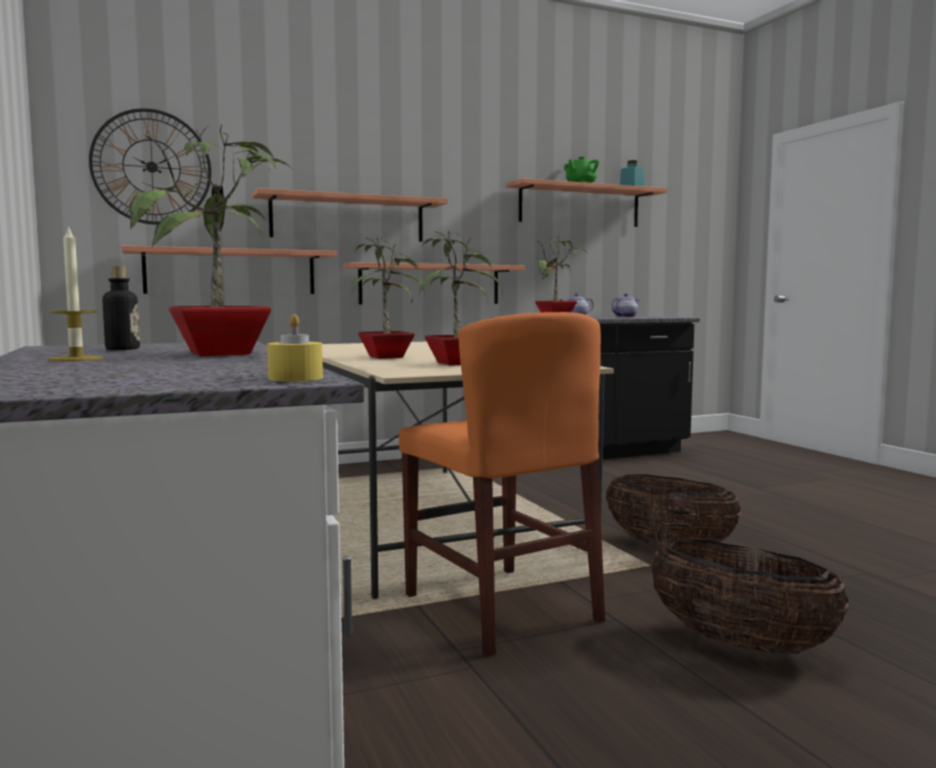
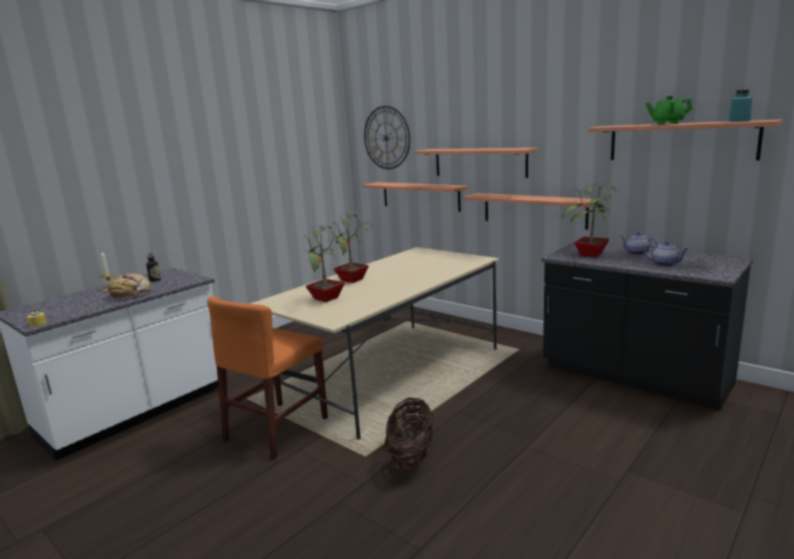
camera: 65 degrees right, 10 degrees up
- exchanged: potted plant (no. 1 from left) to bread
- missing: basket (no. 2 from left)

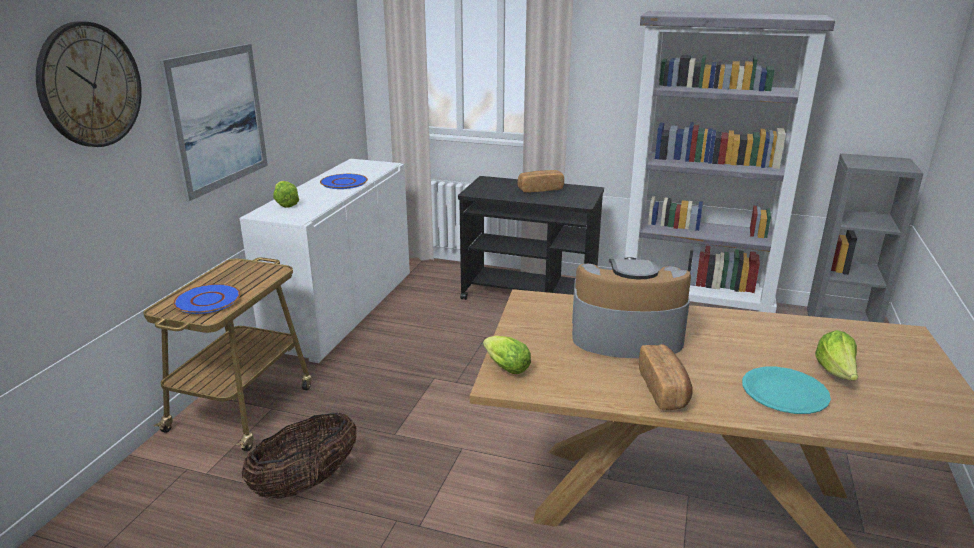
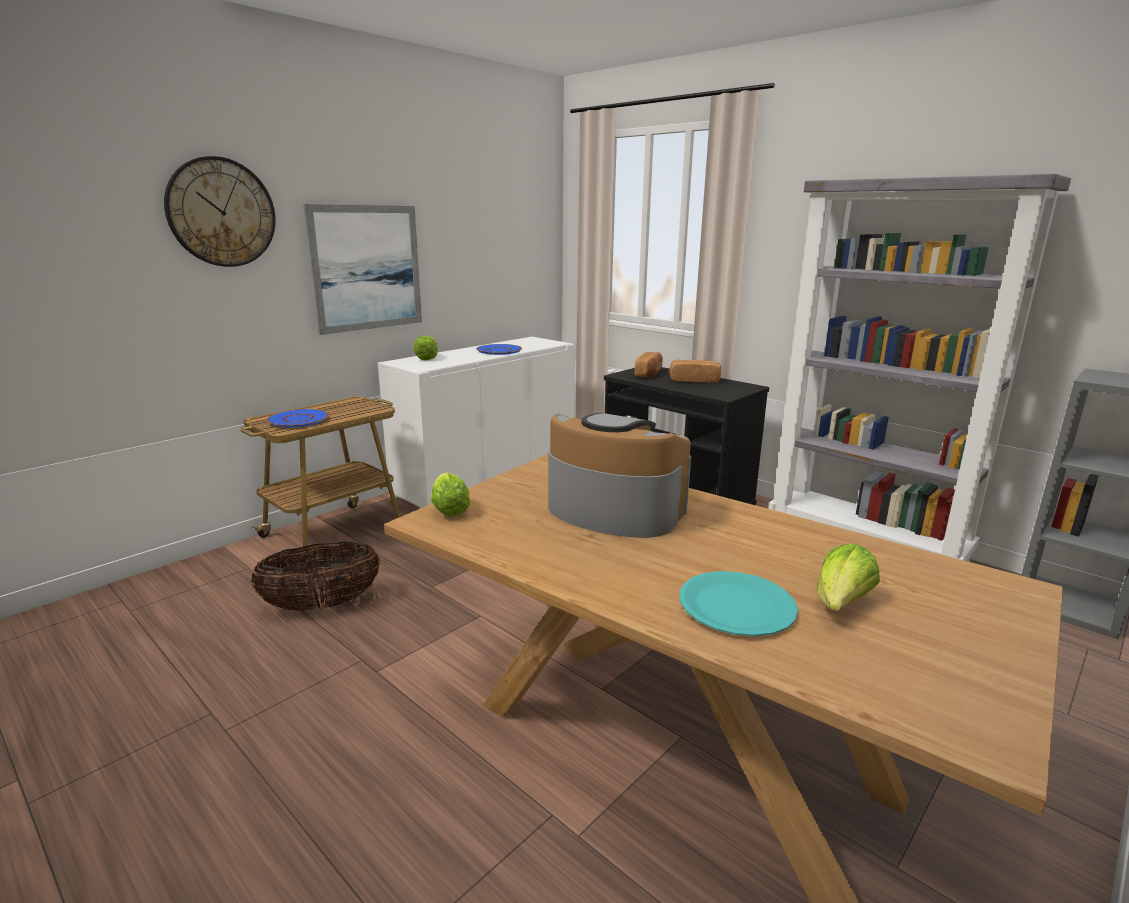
camera: 25 degrees right, 5 degrees down
- relocated: bread (no. 2 from left in the first image) to bread (no. 1 from left)

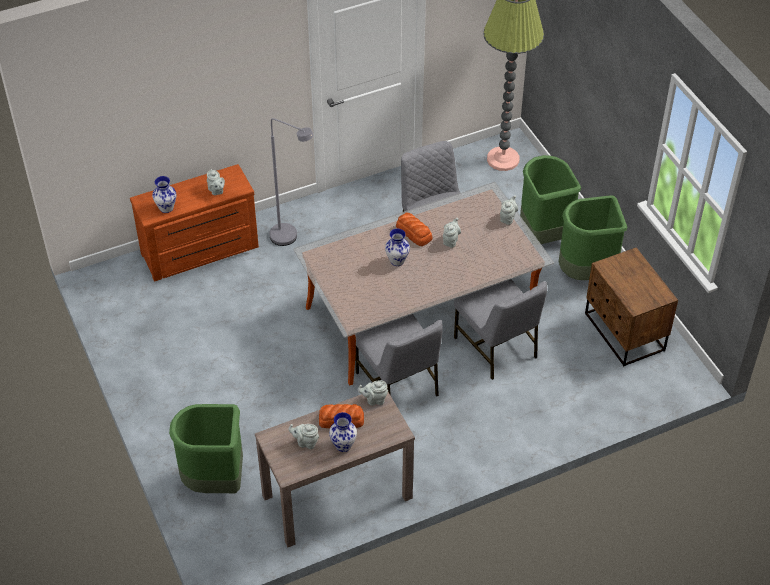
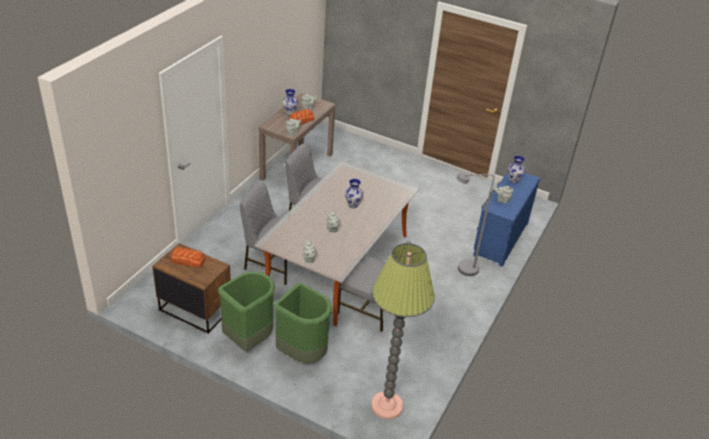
camera: 140 degrees right, 10 degrees down
- colour: dresser (brown) to dresser (blue)
- relocated: bread (no. 2 from left in the first image) to bread (no. 1 from left)
- missing: trash can (green) (no. 1 from left)

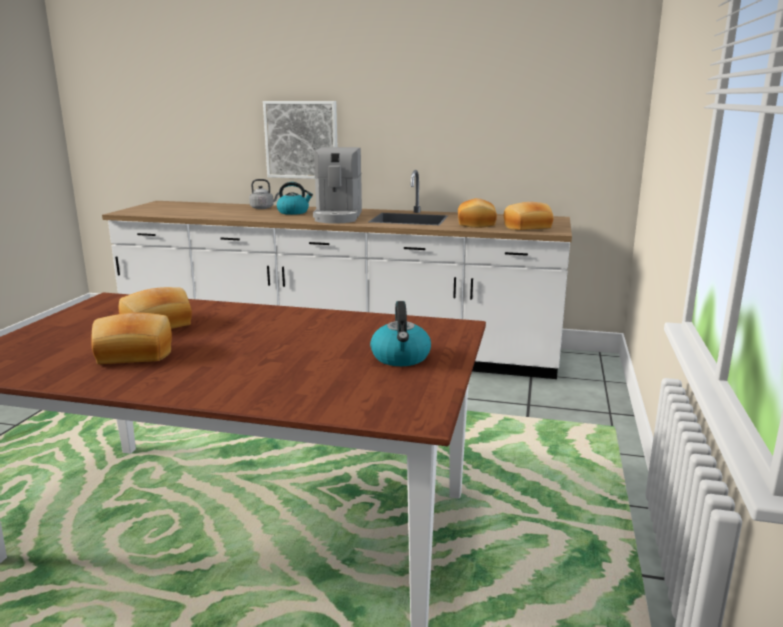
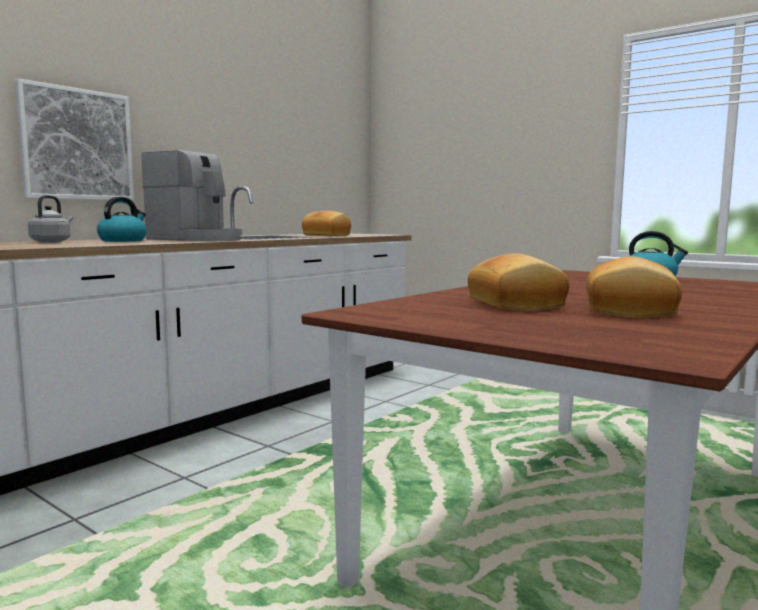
camera: 65 degrees left, 10 degrees down
- missing: bread (no. 4 from left)

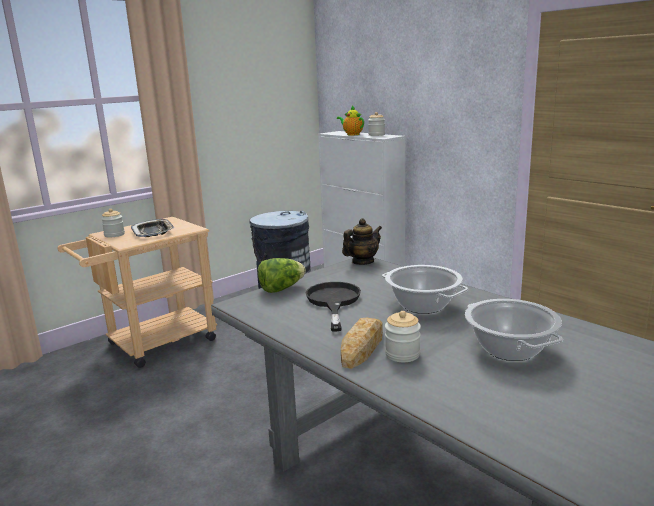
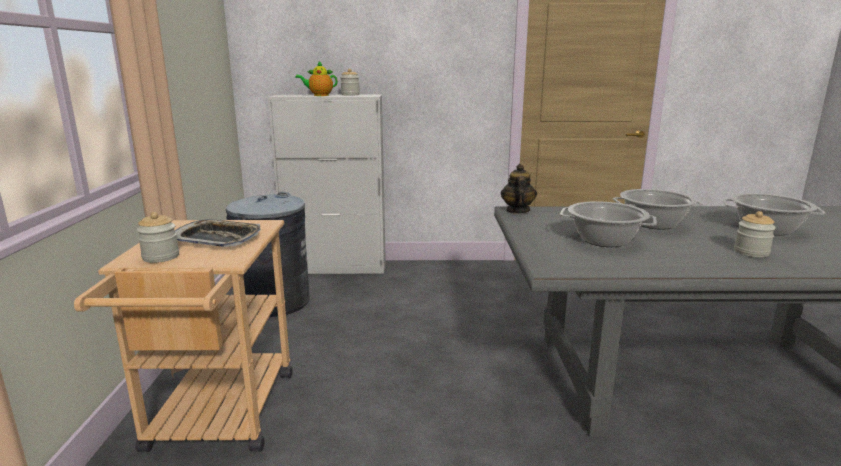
camera: 50 degrees left, 0 degrees up
- missing: lettuce
- exchanged: frying pan (black) to cooking pot (no. 1 from left)
- missing: bread

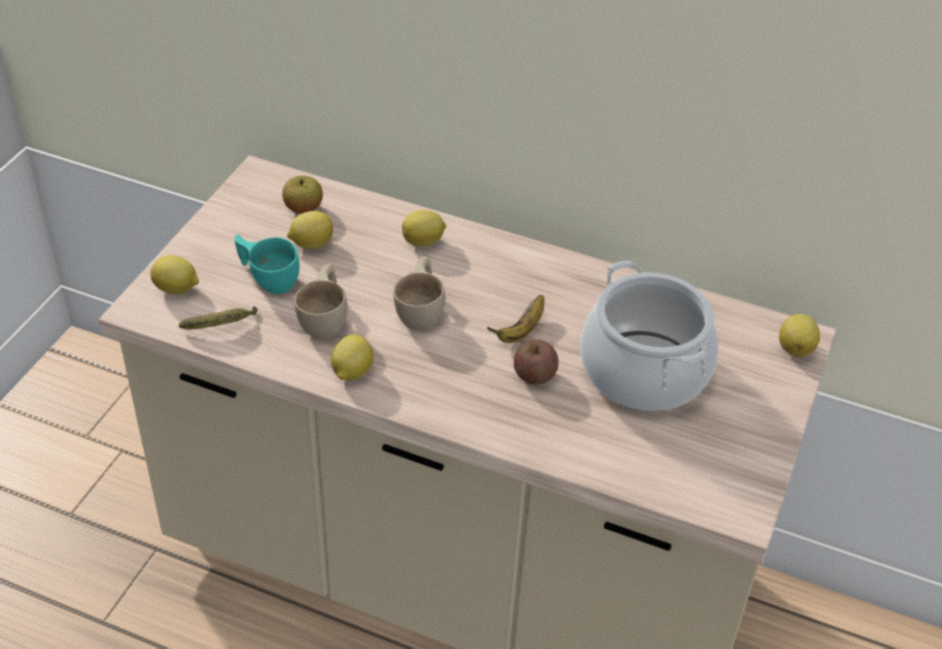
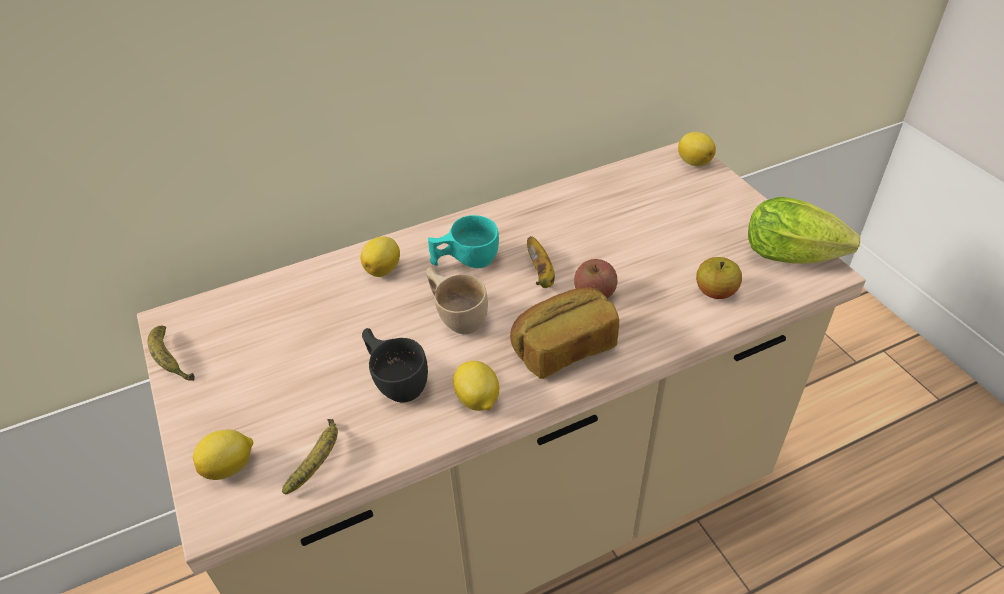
camera: 45 degrees left, 0 degrees up
- relocated: apple (no. 1 from left in the first image) to apple (no. 2 from left)
- missing: lemon (no. 2 from left)
- relocated: cup (turquoise)
- missing: cooking pot
- colour: cup (beige) (no. 1 from left) to cup (black)
- appeared: lettuce
- appeared: bread
- appeared: banana (no. 1 from left)

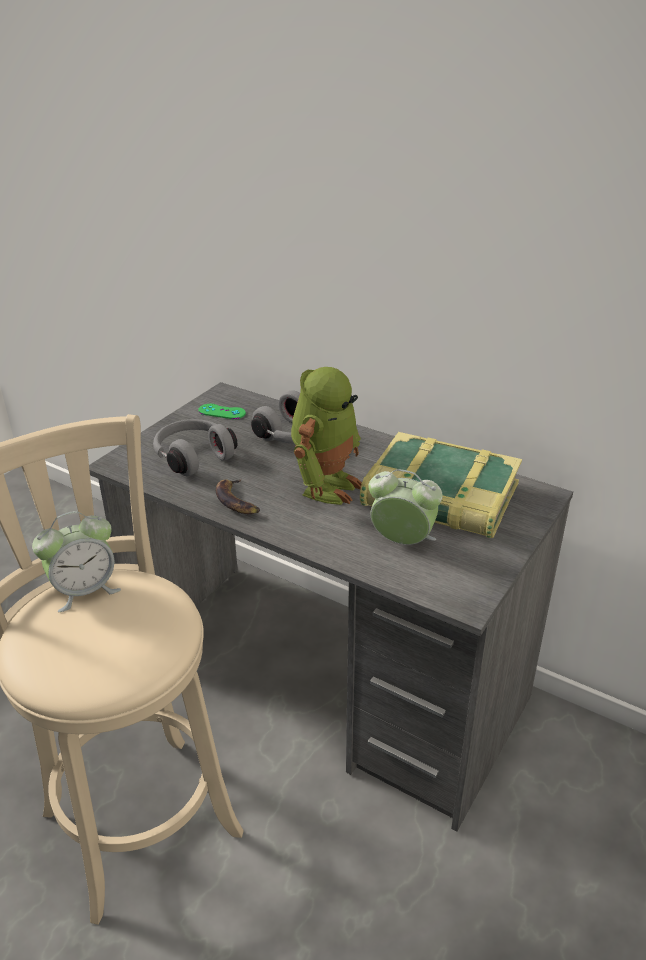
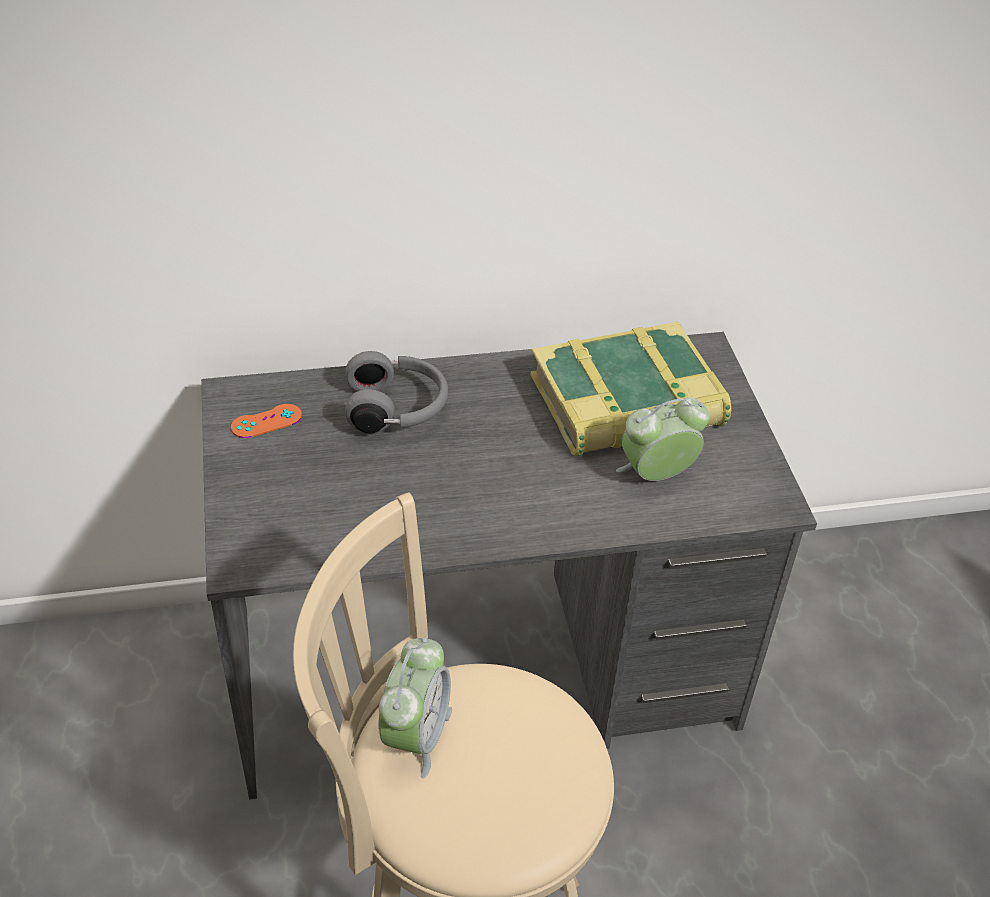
camera: 45 degrees left, 10 degrees up
- missing: toy robot
- colour: game controller (green) to game controller (orange)
- missing: headphones (grey) (no. 1 from left)
- missing: banana

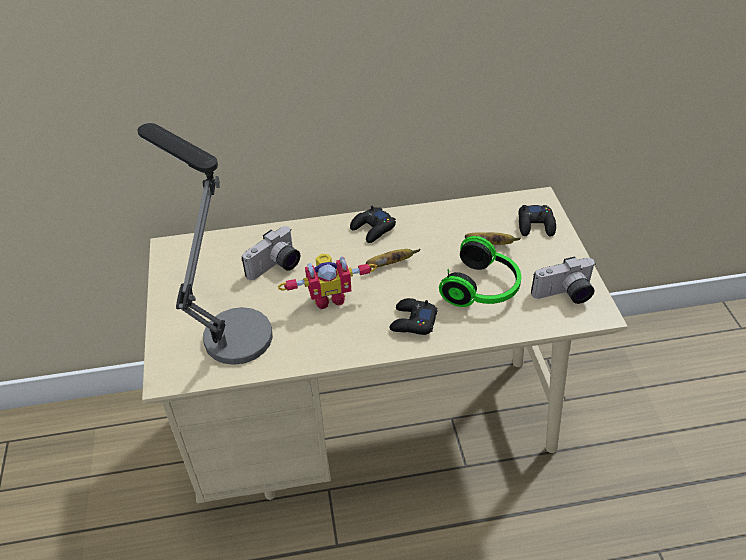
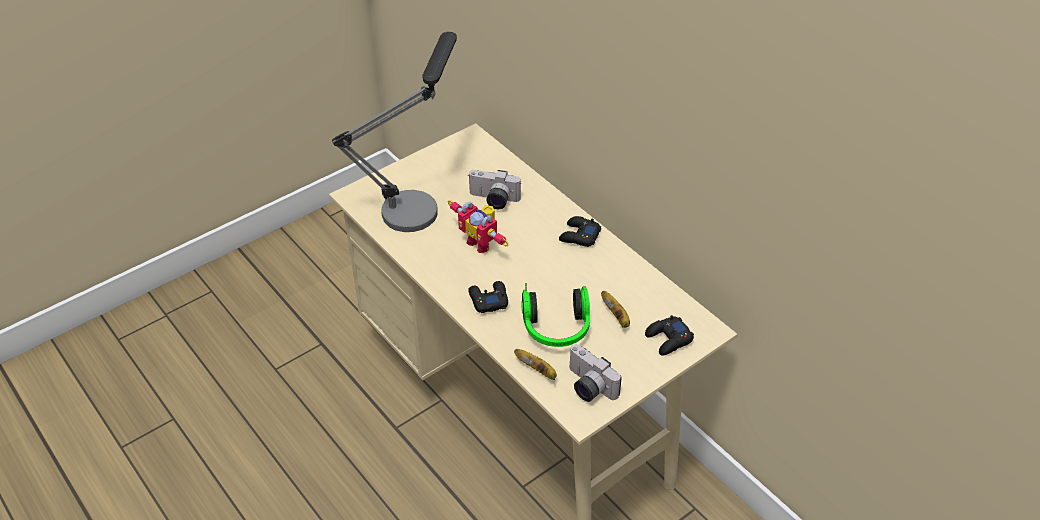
camera: 60 degrees right, 0 degrees up
- relocated: banana (no. 1 from left)

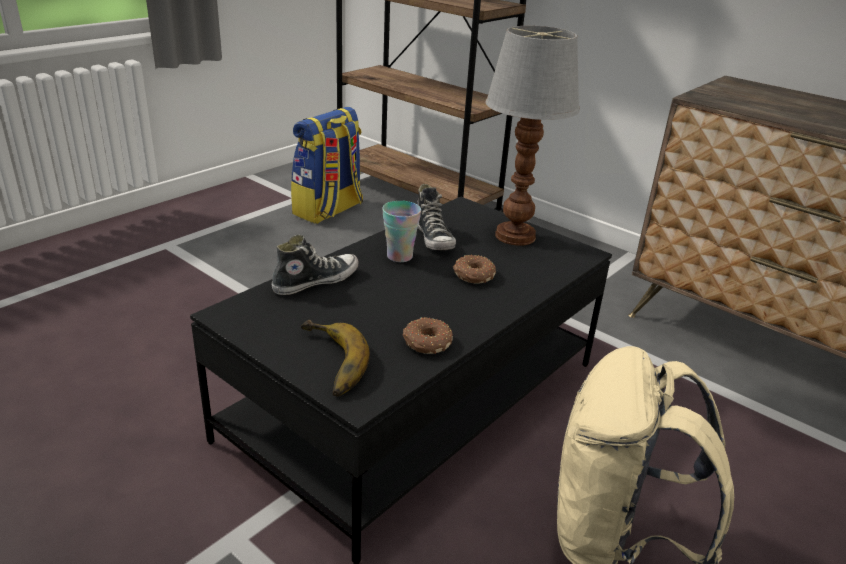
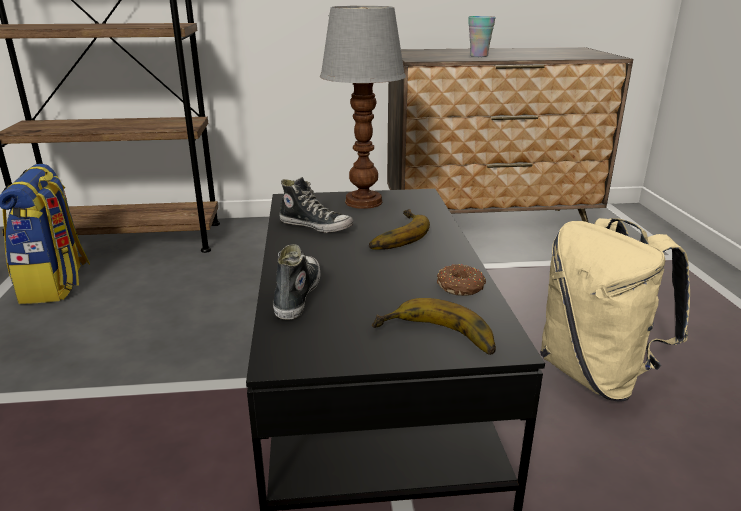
camera: 45 degrees left, 5 degrees down
- relocated: cup
- exchanged: donut (no. 2 from left) to banana (no. 1 from left)

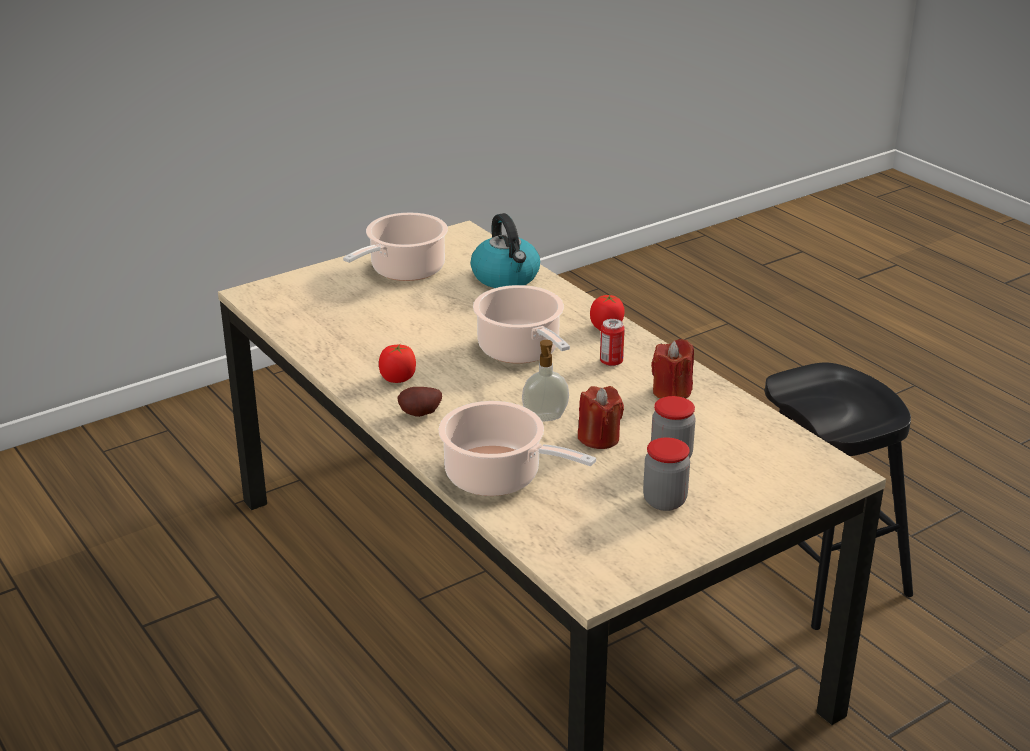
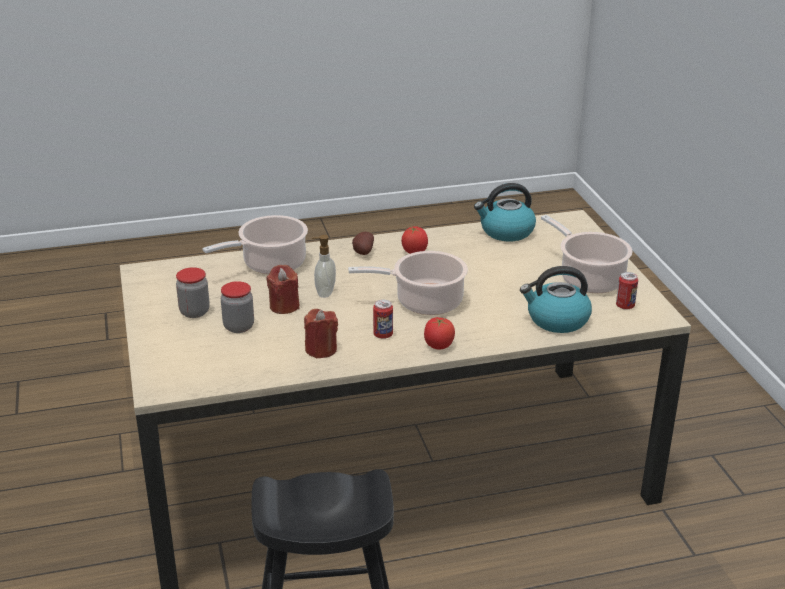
camera: 110 degrees right, 0 degrees up
- appeared: kettle (no. 1 from left)
- appeared: can (no. 2 from left)

